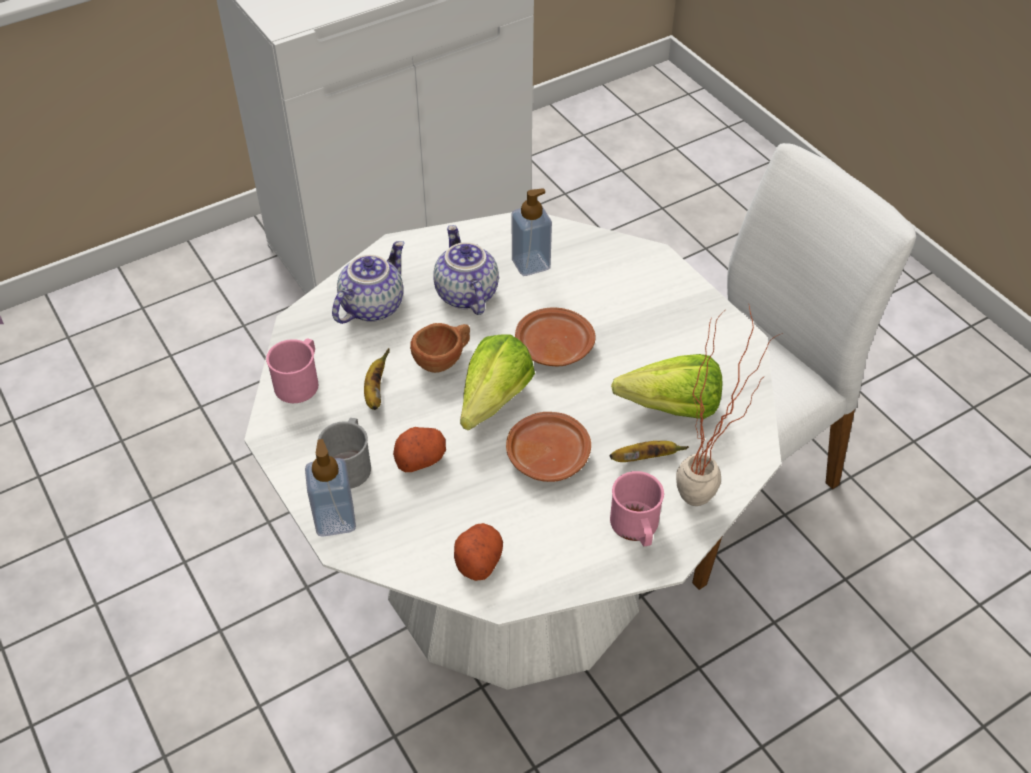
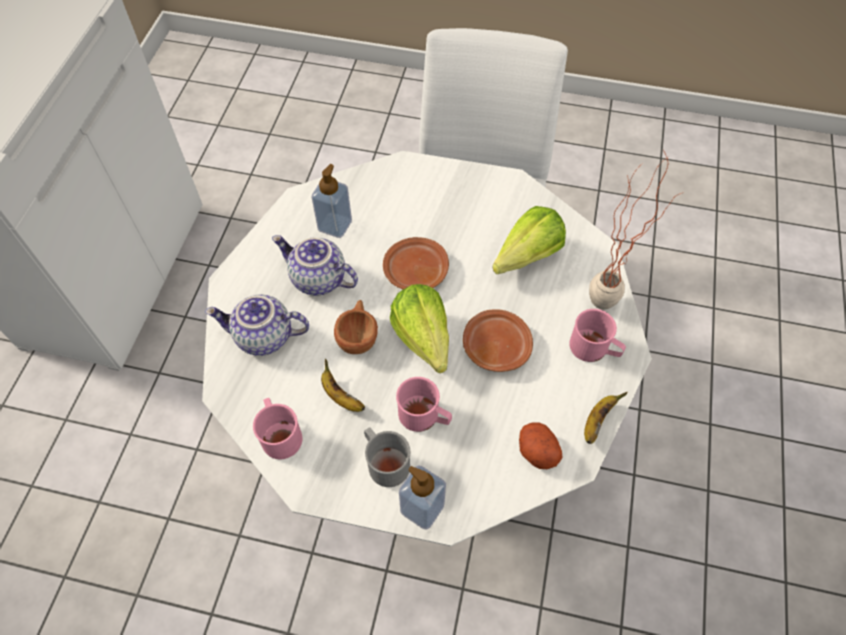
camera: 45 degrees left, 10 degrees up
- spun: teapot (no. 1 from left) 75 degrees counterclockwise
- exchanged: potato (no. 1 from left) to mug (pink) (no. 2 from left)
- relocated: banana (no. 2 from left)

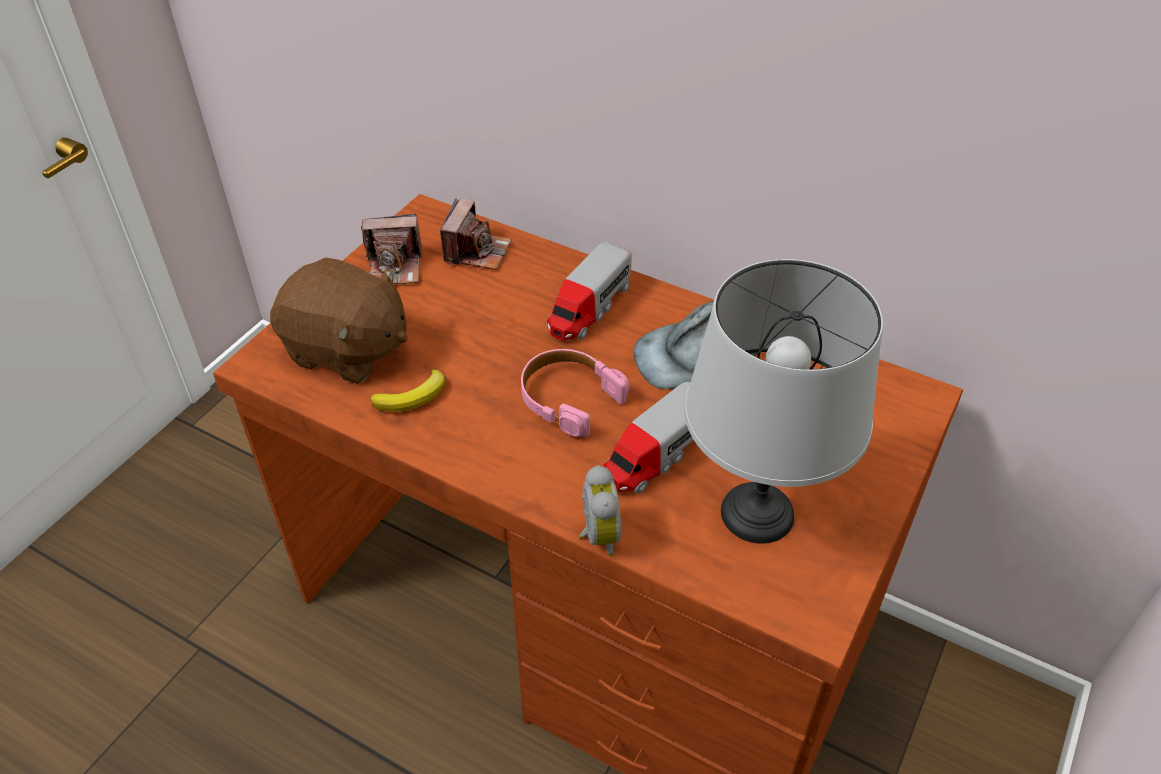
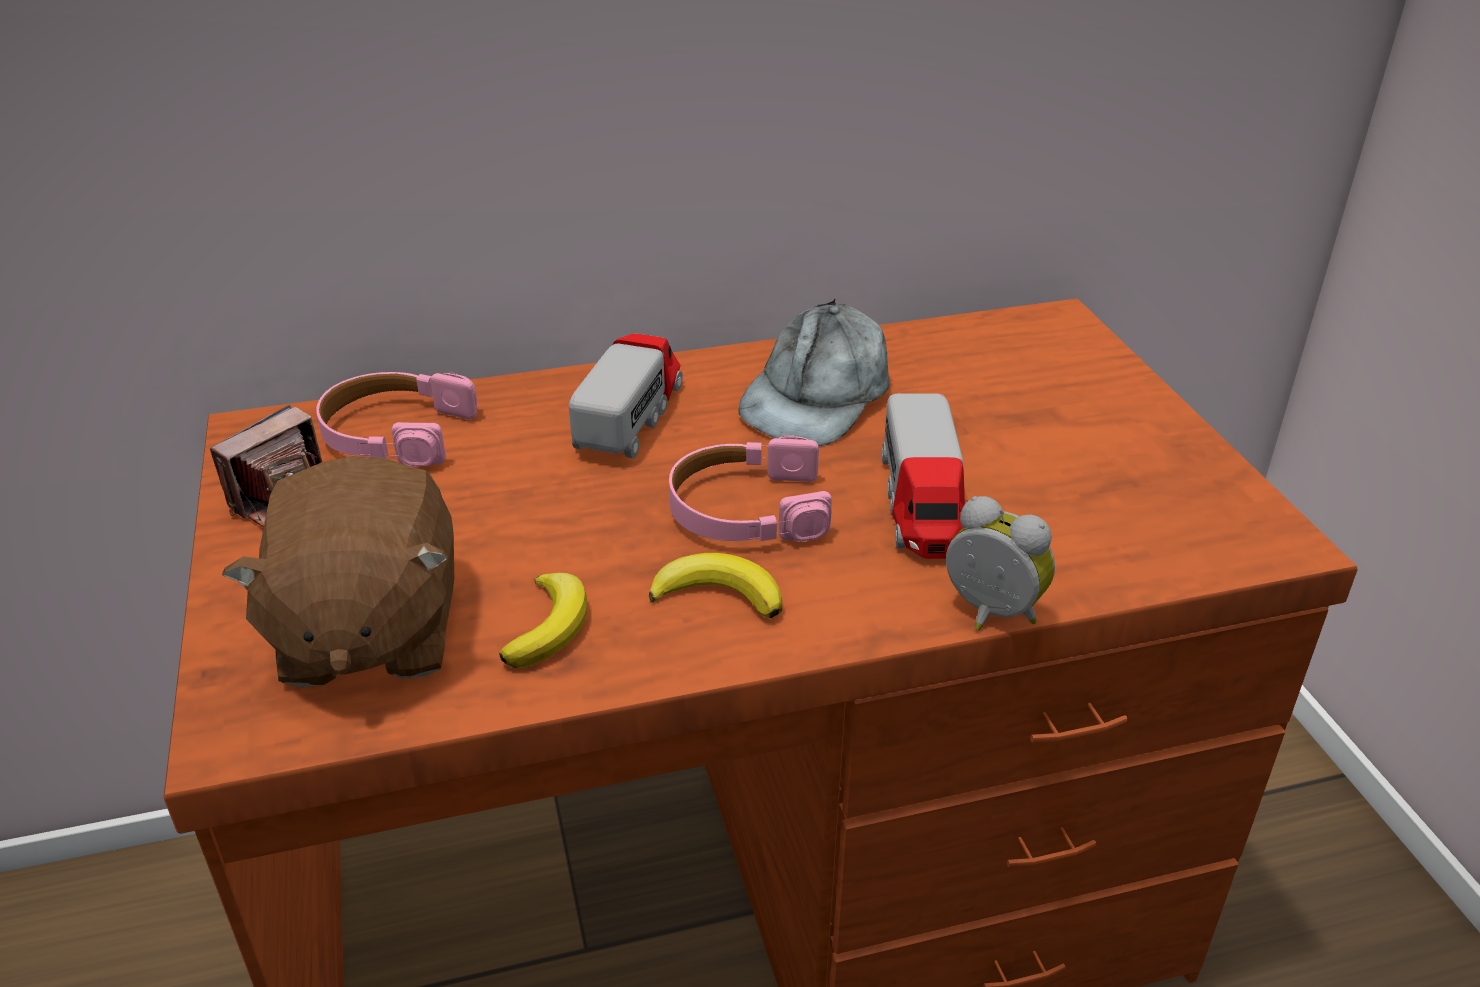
camera: 45 degrees left, 10 degrees down
- exchanged: photo camera (no. 2 from left) to headphones (pink) (no. 1 from left)
- spun: toy truck (no. 1 from left) 150 degrees counterclockwise
- spun: plush toy (brown) 105 degrees clockwise
- missing: table lamp (grey)
- appeared: banana (no. 2 from left)

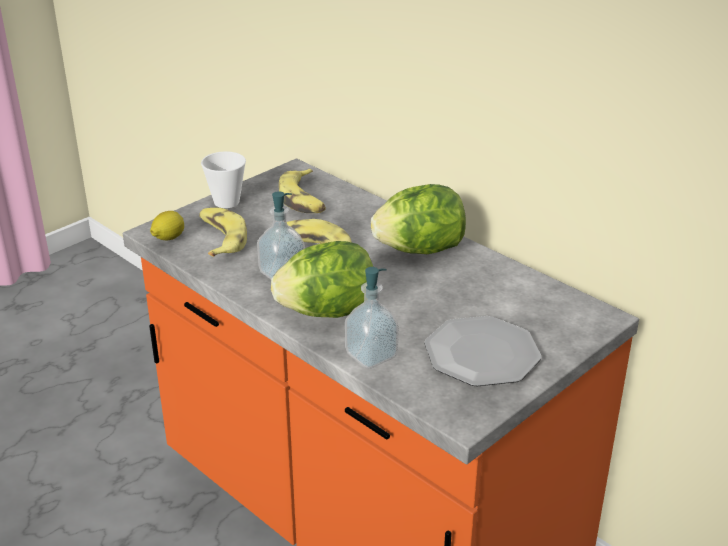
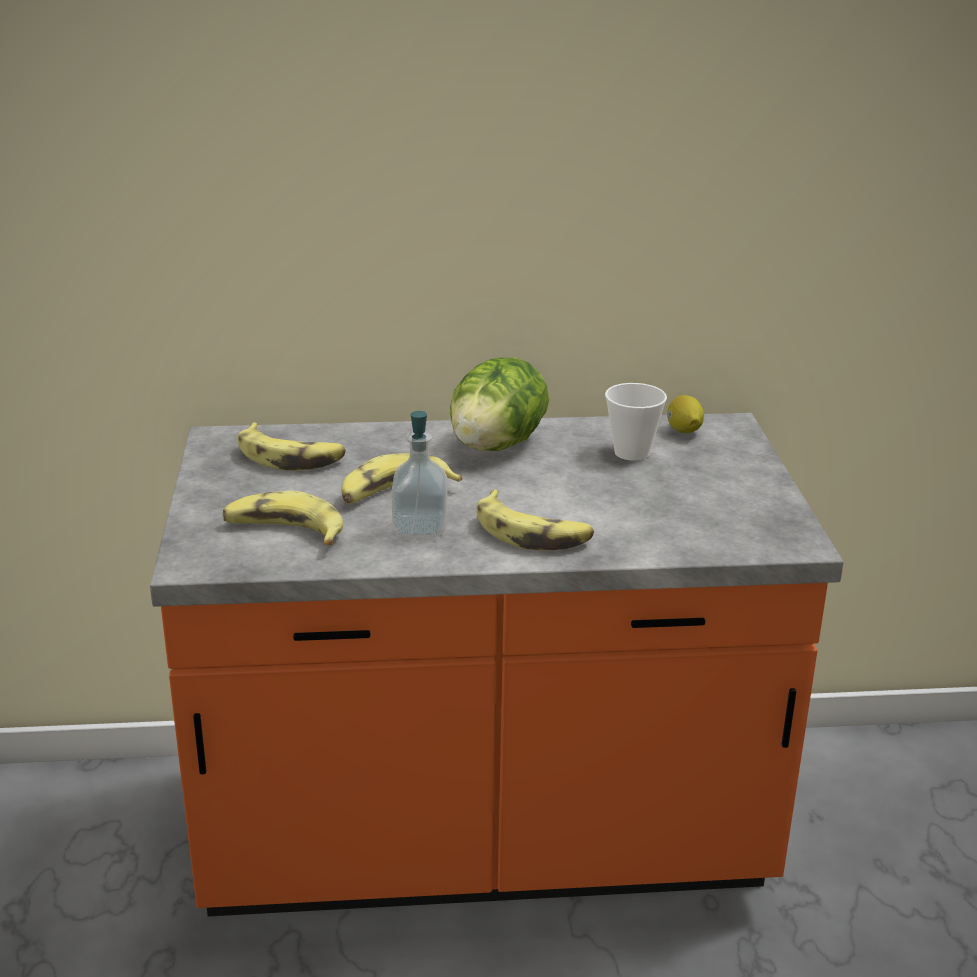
camera: 50 degrees left, 5 degrees down
- relocated: cup
- relocated: lemon
- exchanged: lettuce (no. 1 from left) to banana (no. 4 from left)
- missing: soap dispenser (no. 2 from left)
- missing: plate

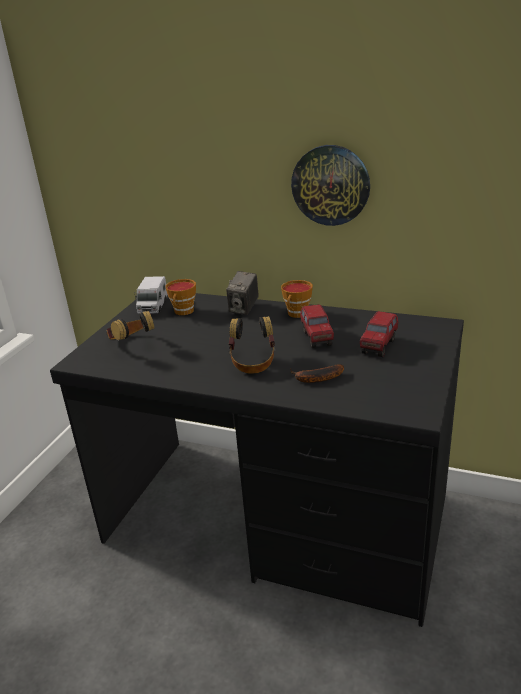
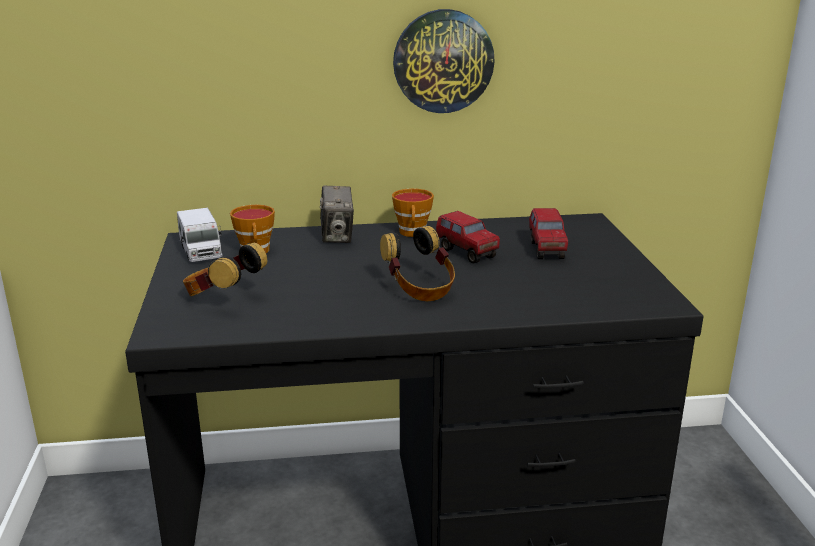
camera: 30 degrees left, 5 degrees down
- missing: banana

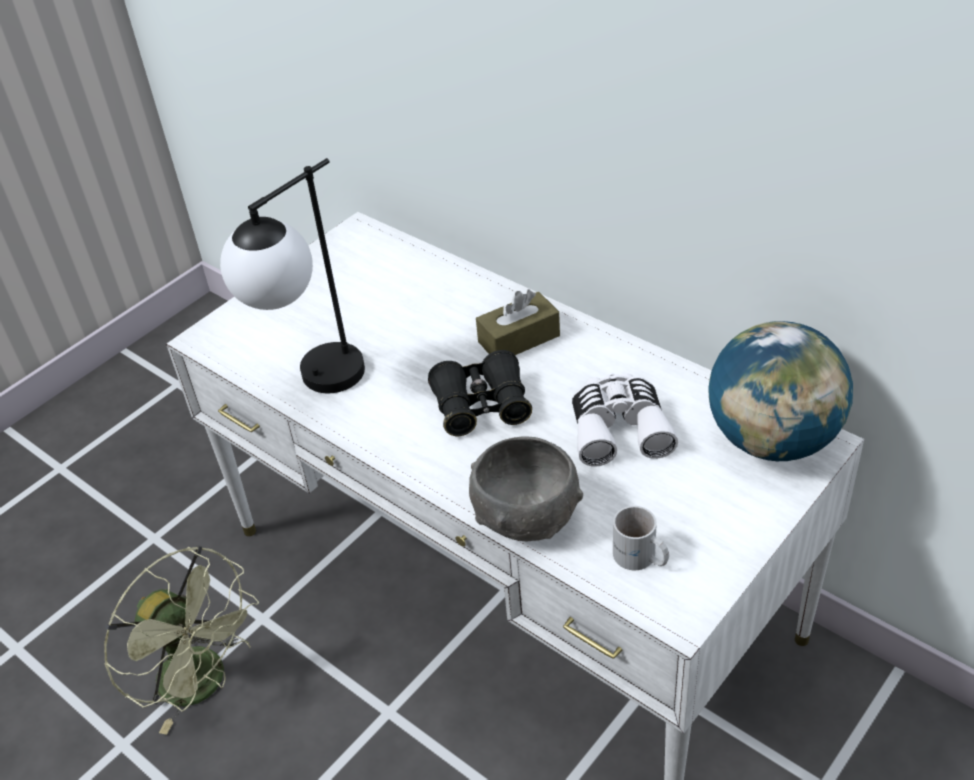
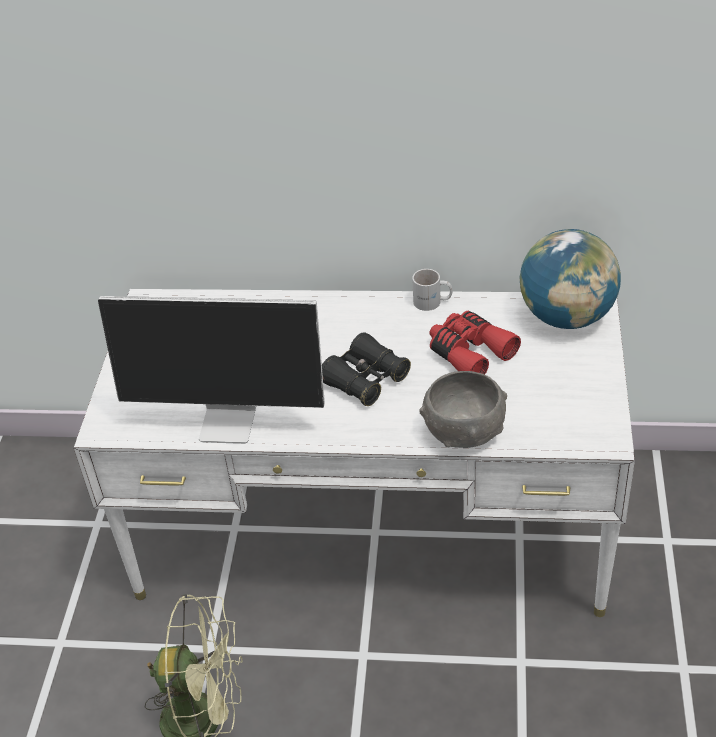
camera: 35 degrees left, 0 degrees up
- exchanged: table lamp to monitor
- missing: tissue box (brown)
- colour: binoculars (white) to binoculars (red)
- relocated: mug (white)

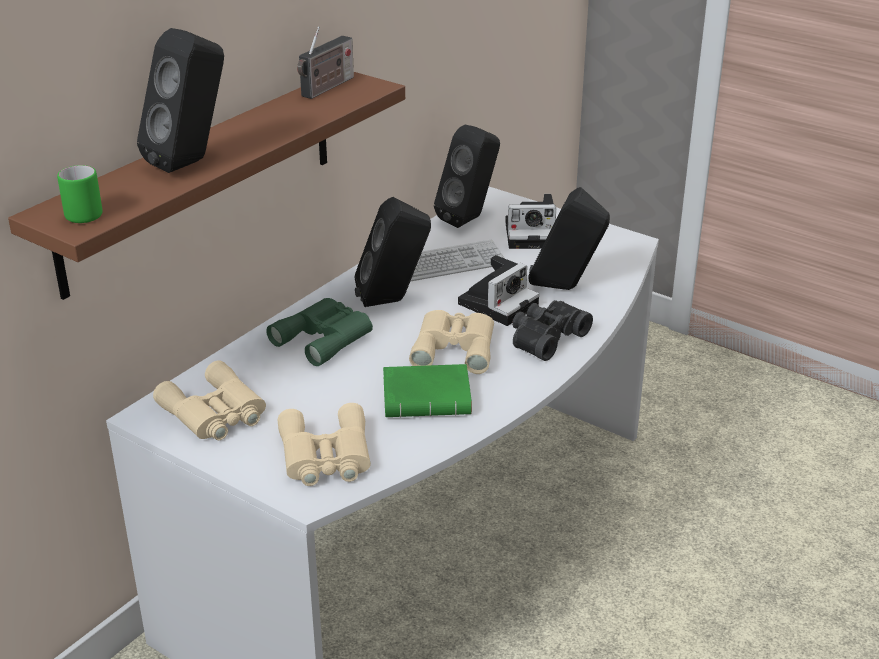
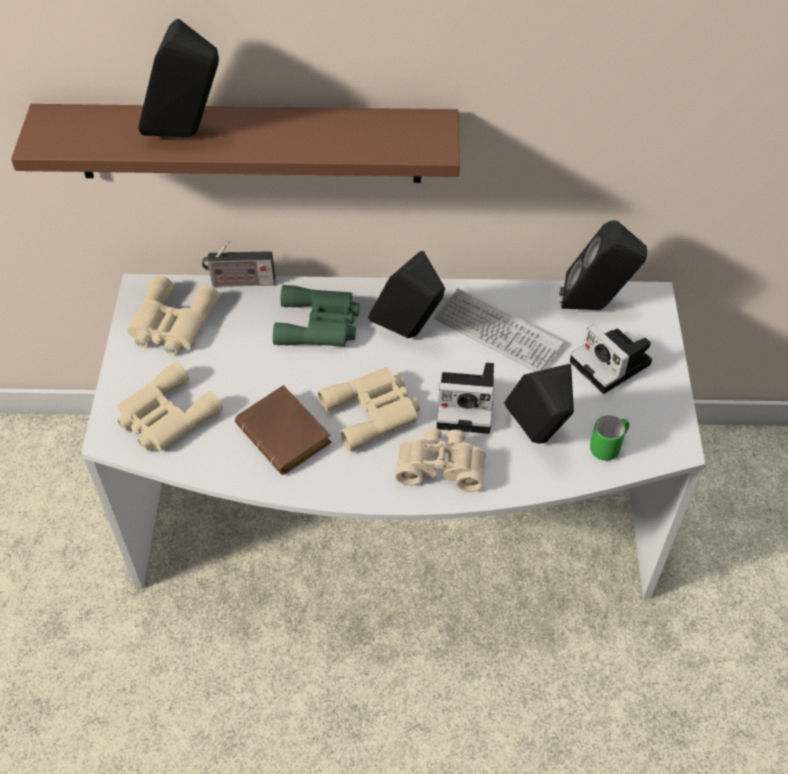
camera: 55 degrees right, 20 degrees up
- relocated: radio
- relocated: mug (green)
- colour: binoculars (black) to binoculars (beige) (no. 4 from left)
- colour: book (green) to book (brown)

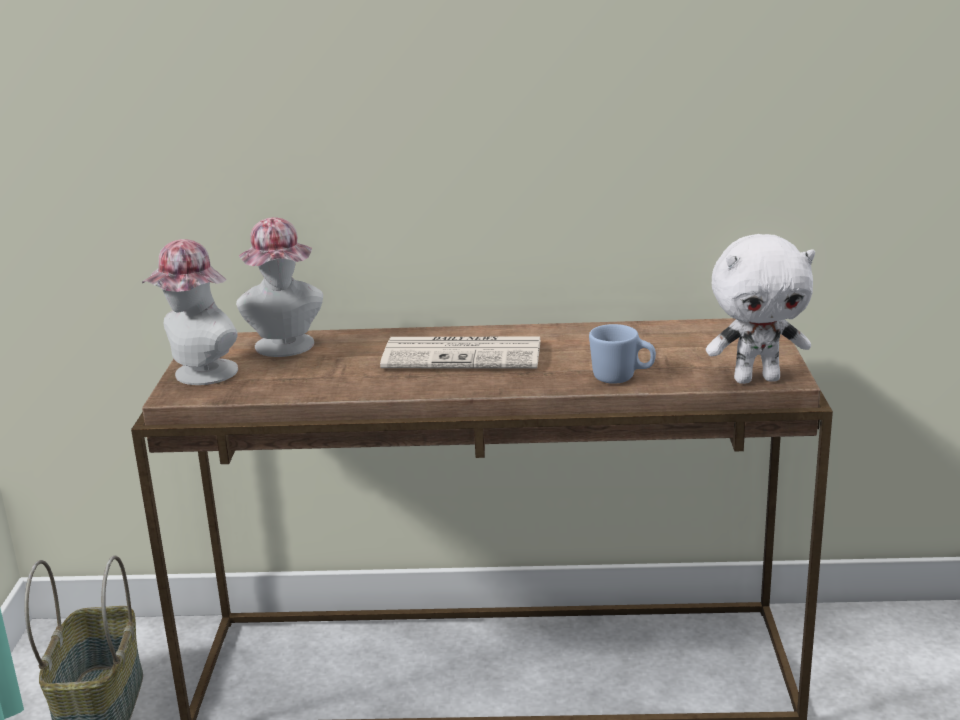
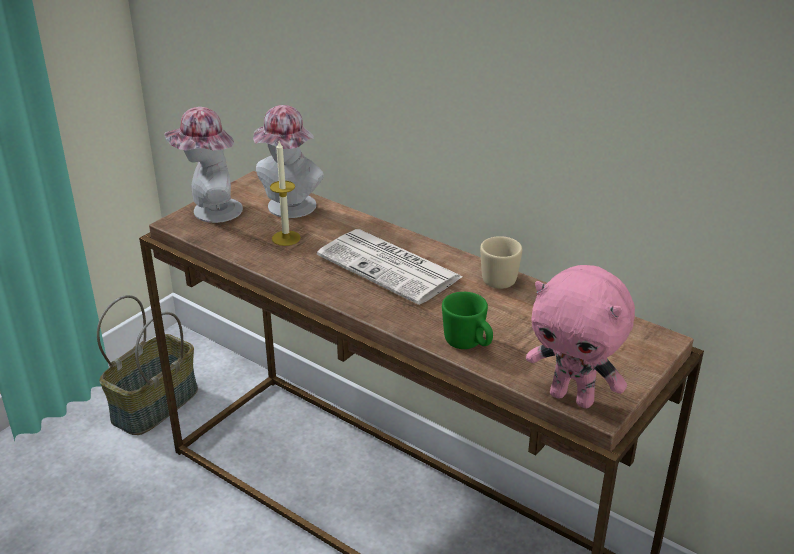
camera: 35 degrees right, 10 degrees up
- colour: plush toy (white) to plush toy (pink)
- colour: mug (blue) to mug (green)
- appeared: candle
- appeared: mug (beige)

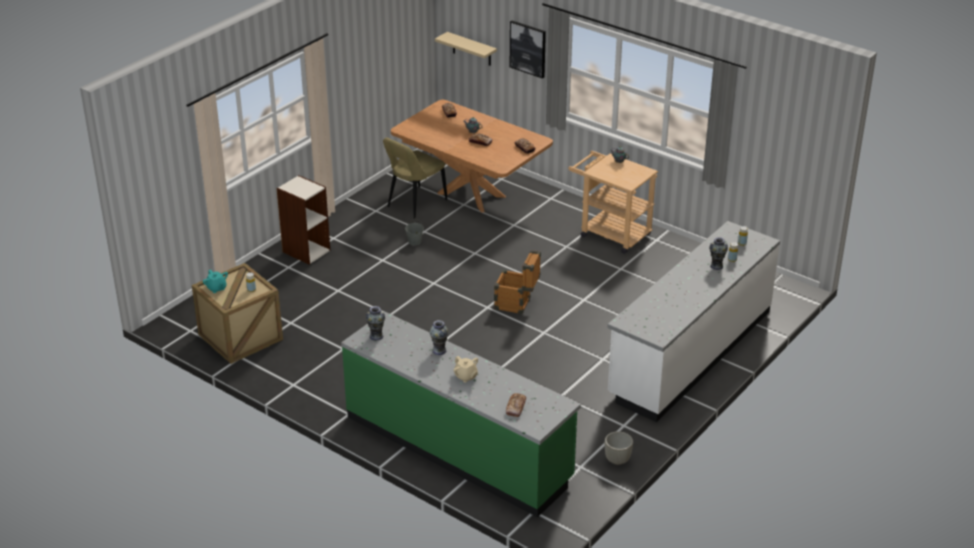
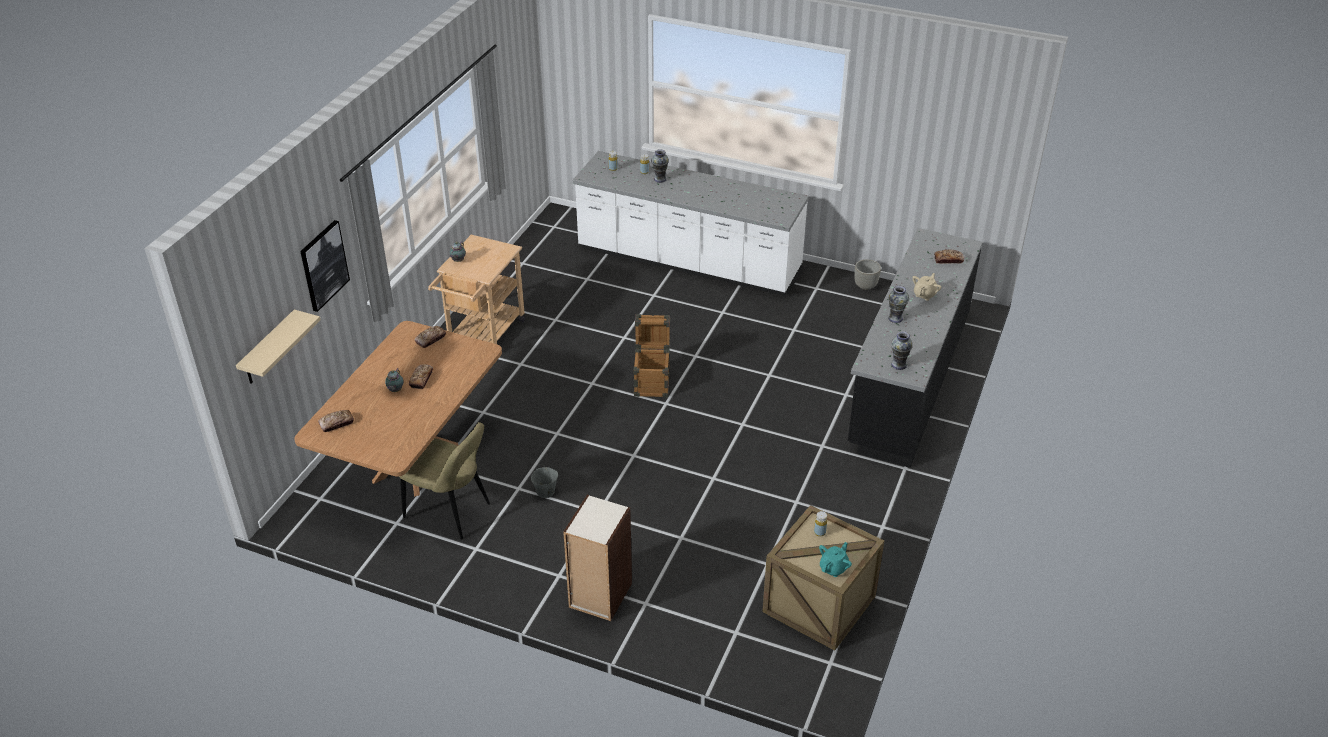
camera: 105 degrees left, 5 degrees up
- colour: counter (green) to counter (black)

